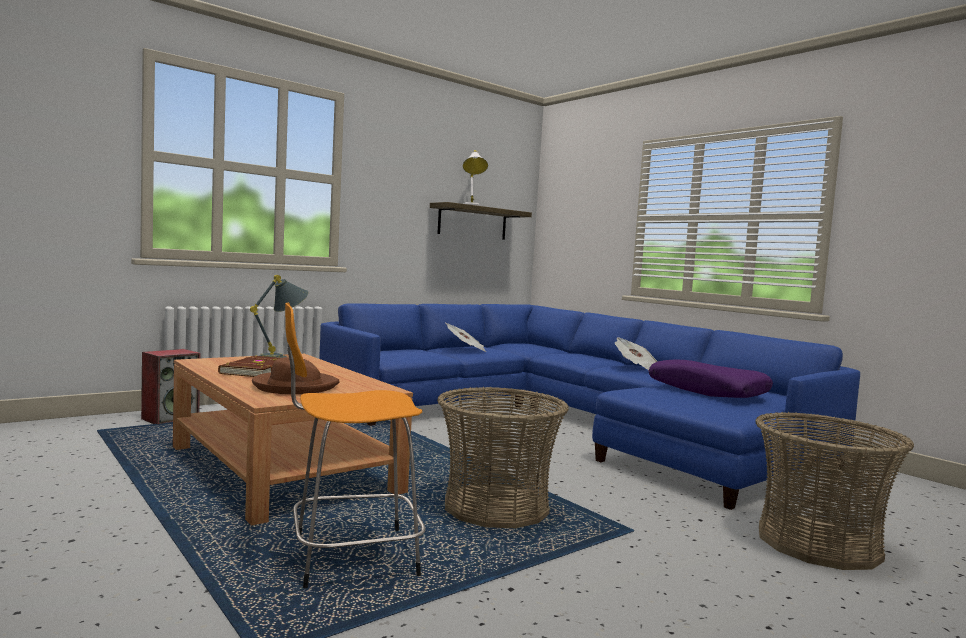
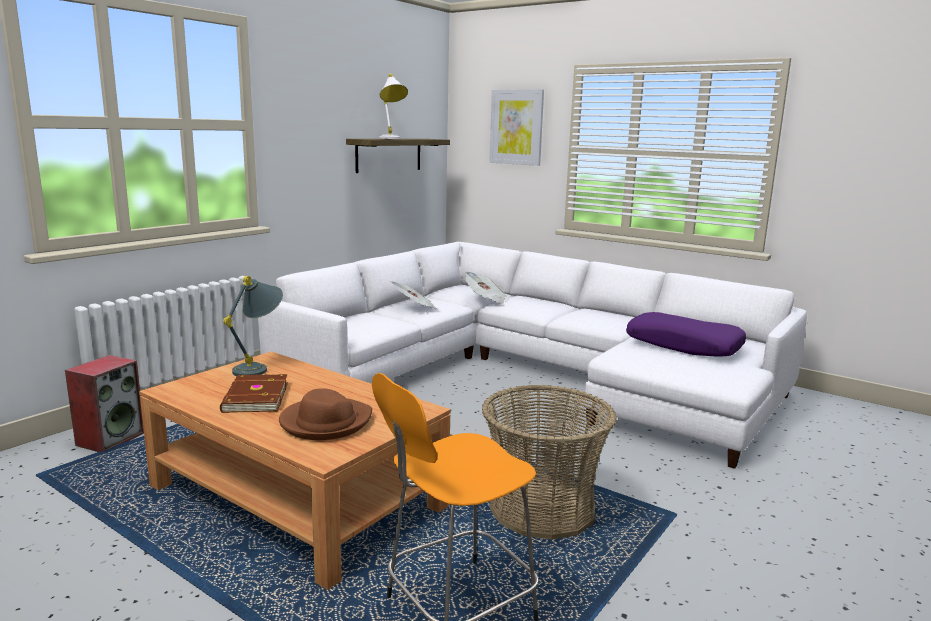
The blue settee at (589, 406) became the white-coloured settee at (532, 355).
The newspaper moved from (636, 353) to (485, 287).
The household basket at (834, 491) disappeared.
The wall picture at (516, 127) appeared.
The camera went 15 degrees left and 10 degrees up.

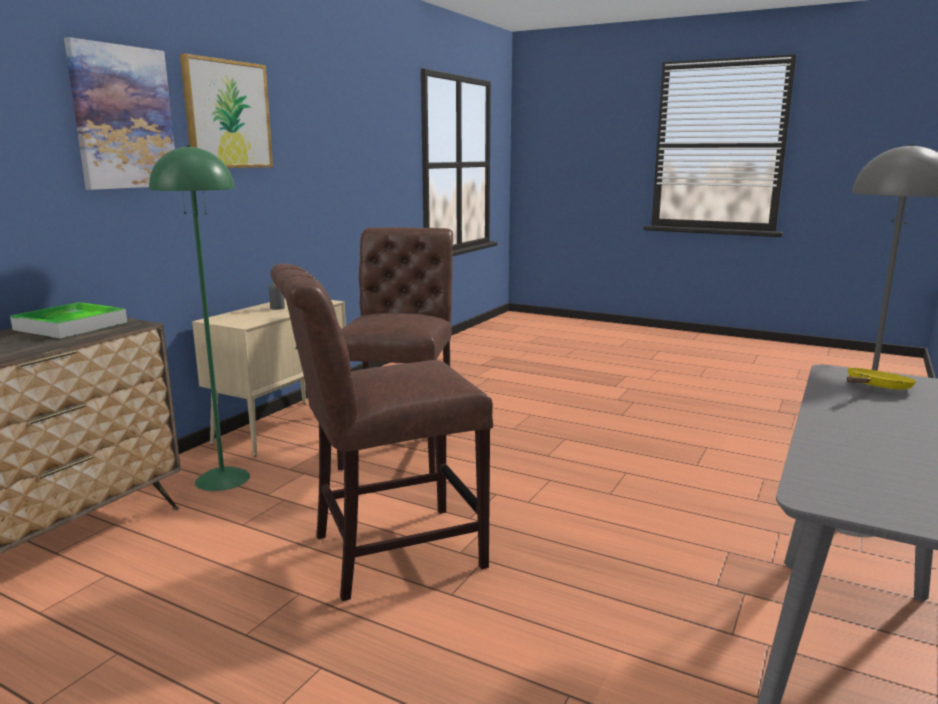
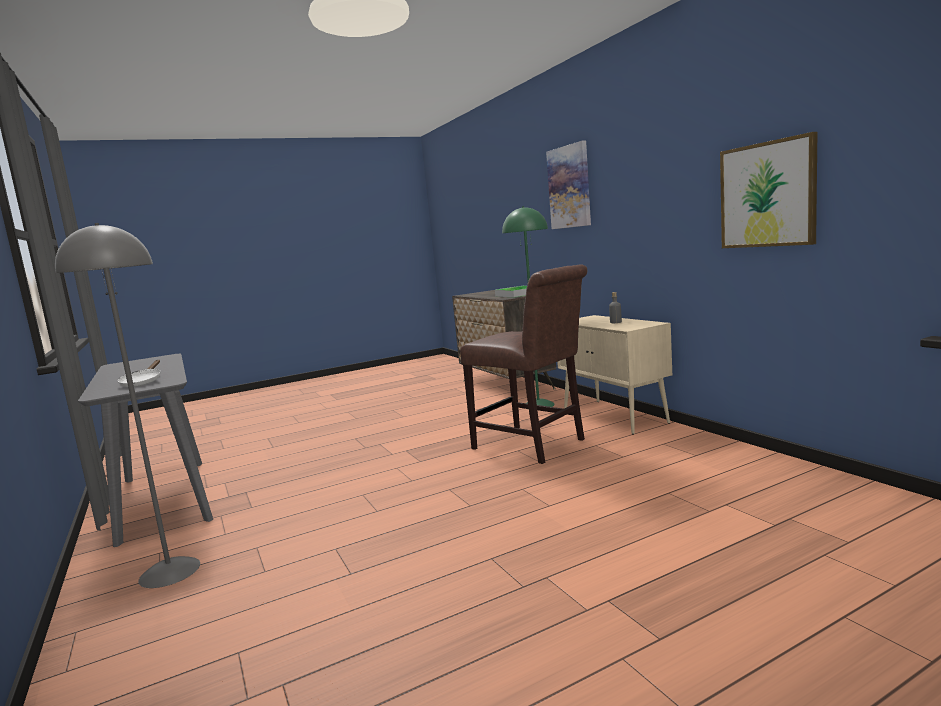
The wall picture moved from (226, 110) to (769, 190).
The brownish plain chair at (381, 432) disappeared.
The yellowish skillet at (881, 379) became the white-coloured skillet at (139, 373).
The camera went 125 degrees right and 5 degrees down.

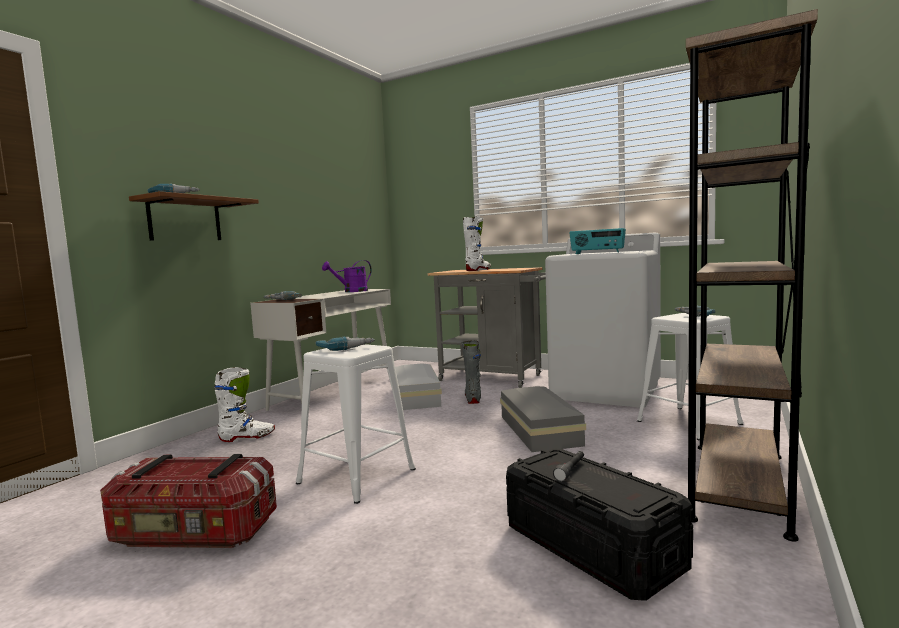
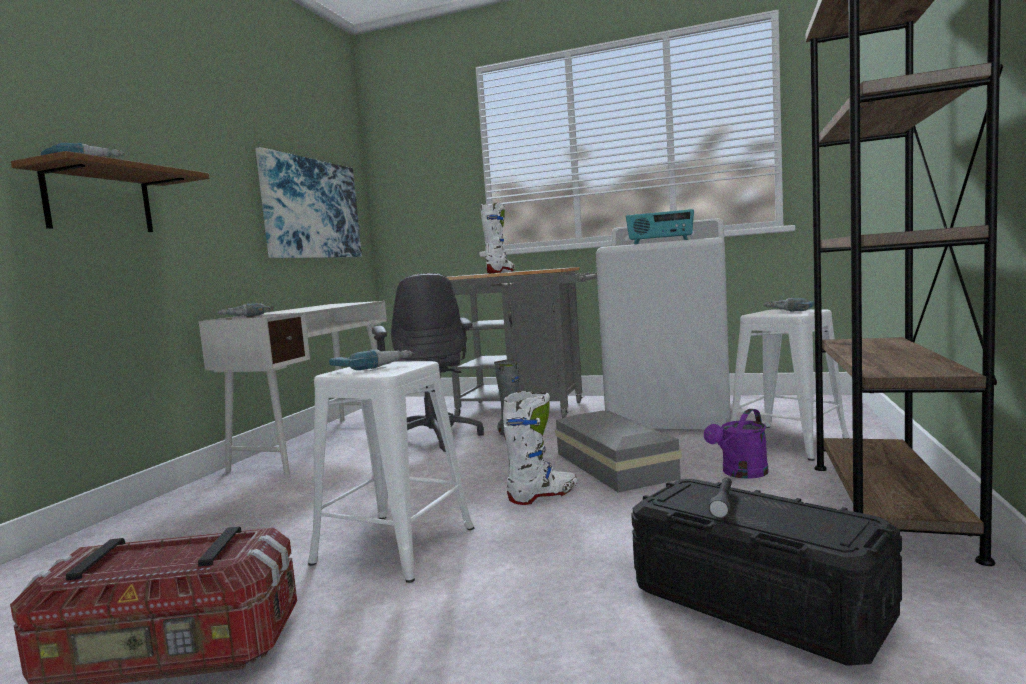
The purplish watering pot moved from (347, 276) to (736, 444).
The white-coloured storage box at (418, 386) was replaced by the greyish office chair at (428, 362).
The white-coloured high-top boot moved from (244, 404) to (540, 448).
The wall picture at (308, 202) appeared.
The camera went 10 degrees left and 0 degrees up.

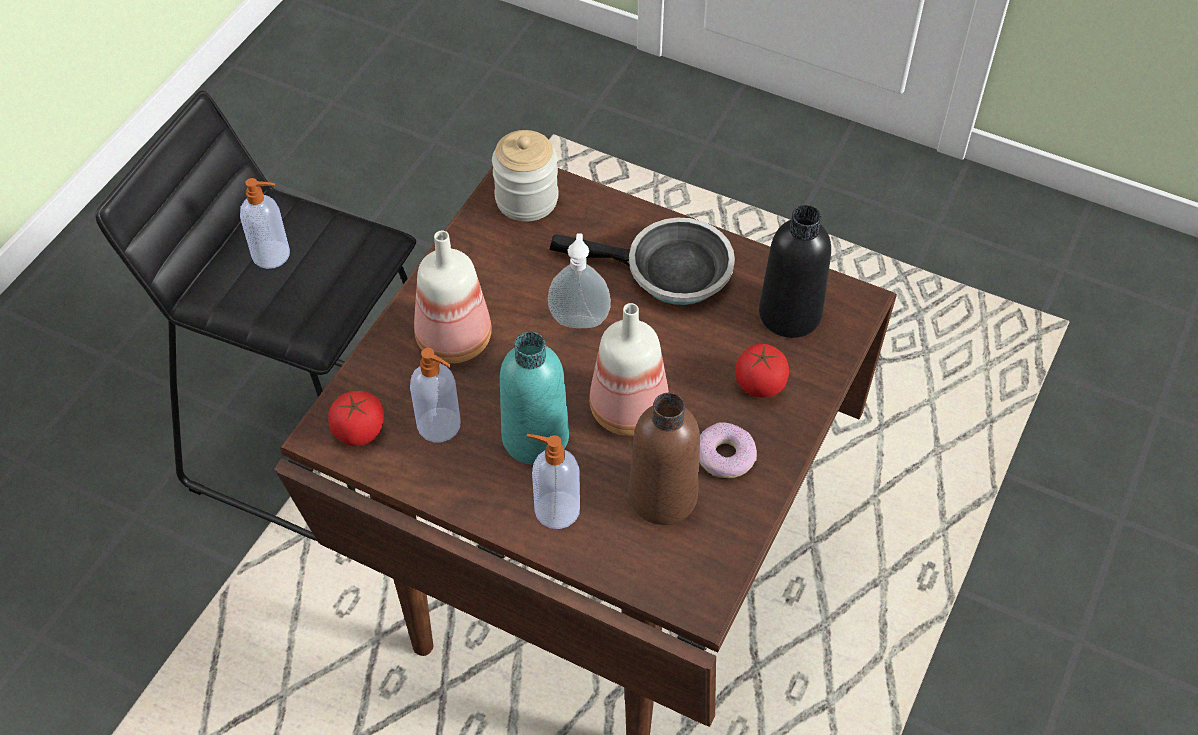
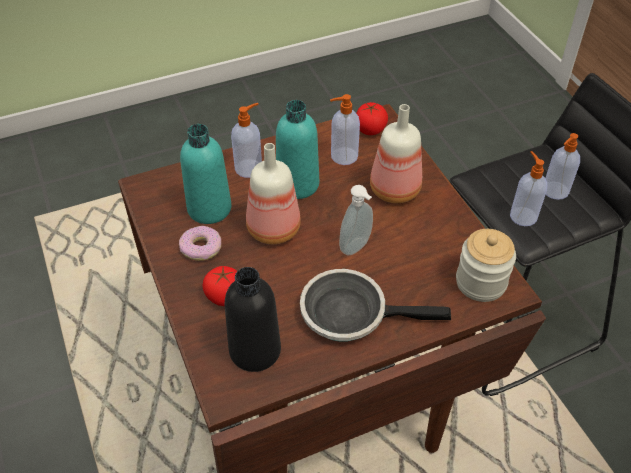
The skillet at (642, 261) turned 45 degrees clockwise.
The brownish beverage bottle at (664, 459) became the turquoise-coloured beverage bottle at (205, 174).
The liquid soap bottle at (528, 188) appeared.
The camera went 130 degrees right and 5 degrees down.

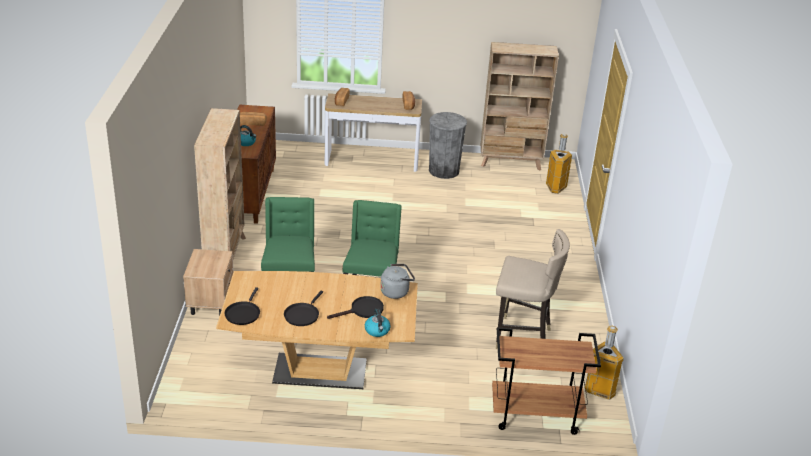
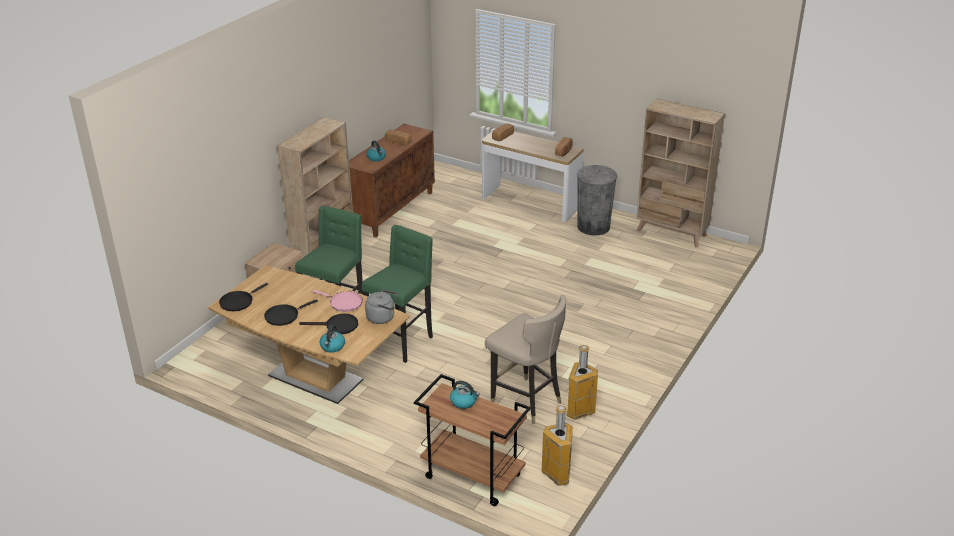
The waste bin moved from (559, 164) to (582, 382).
The pink-coloured skillet at (337, 301) appeared.
The kettle at (465, 395) appeared.
The camera went 30 degrees right and 0 degrees up.

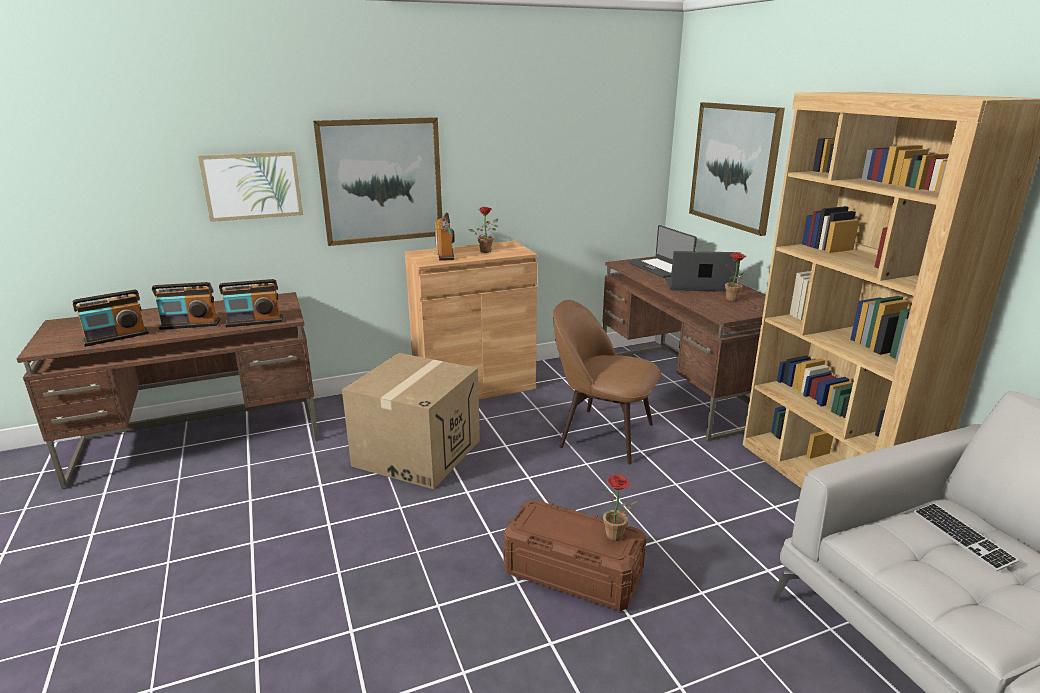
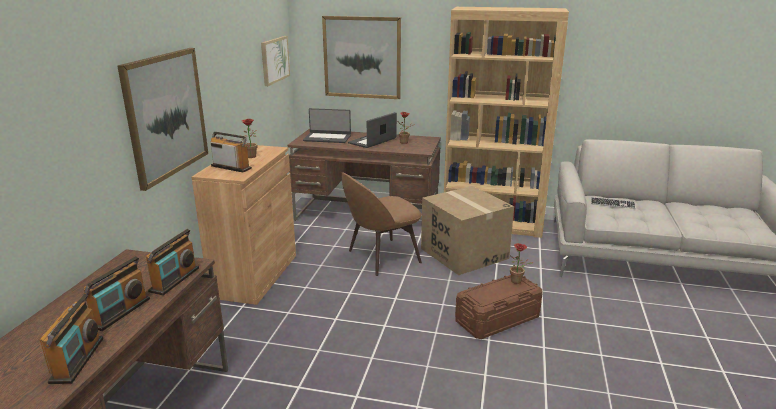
The wall picture moved from (250, 186) to (275, 61).
The carton moved from (411, 421) to (467, 230).
The camera went 55 degrees left and 0 degrees up.

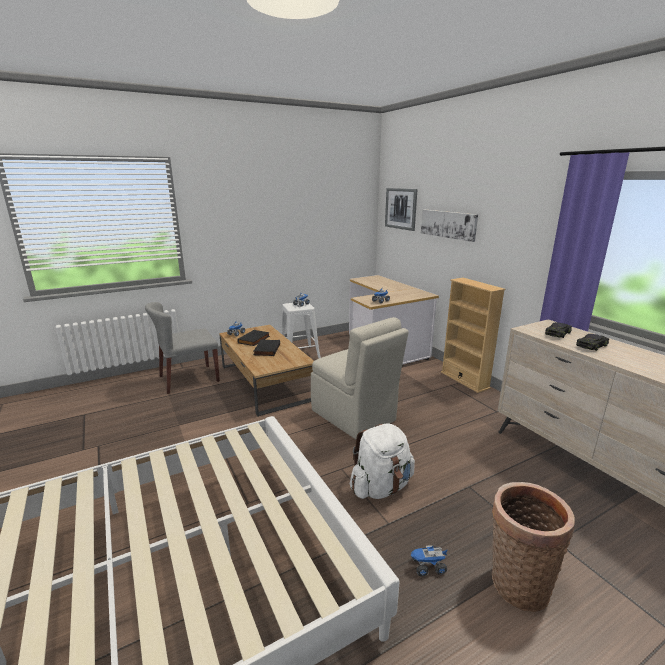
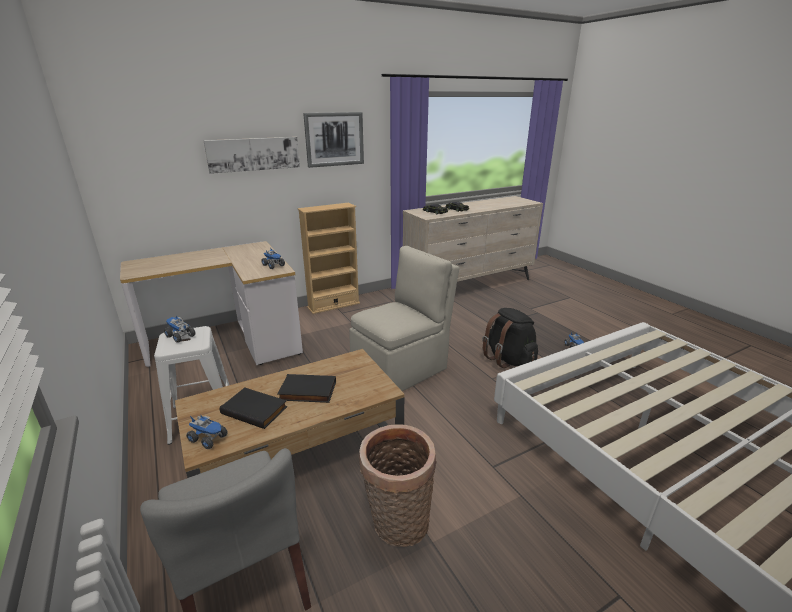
The wall picture moved from (401, 209) to (333, 140).
The white-coloured rucksack at (382, 461) became the blackish rucksack at (510, 338).
The household basket moved from (533, 547) to (398, 485).
The camera went 90 degrees left and 5 degrees up.

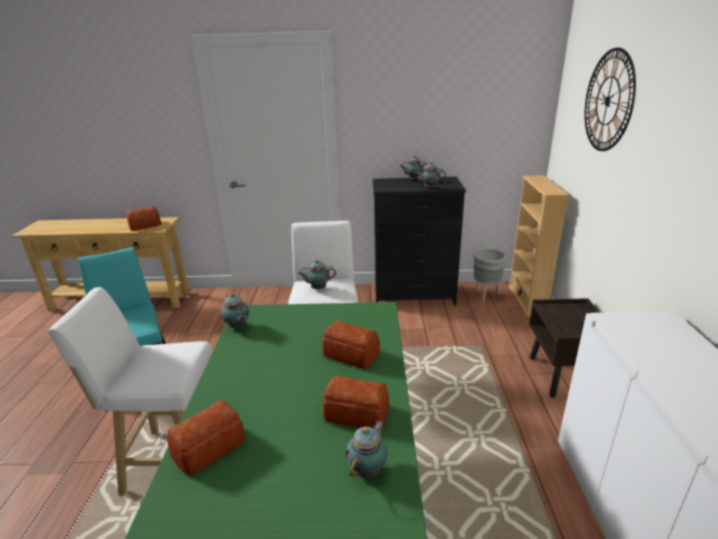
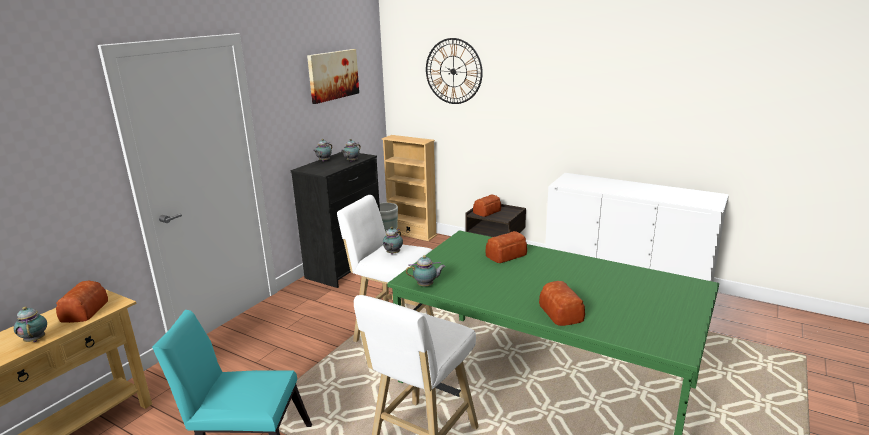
The bread moved from (356, 403) to (487, 206).
The pot for tea moved from (366, 449) to (30, 324).
The wall picture at (333, 76) appeared.
The camera went 60 degrees left and 5 degrees down.

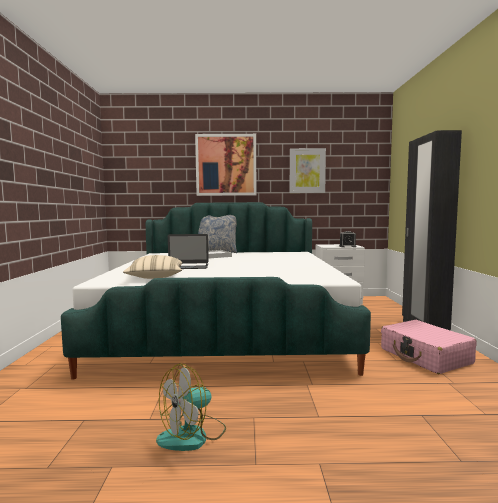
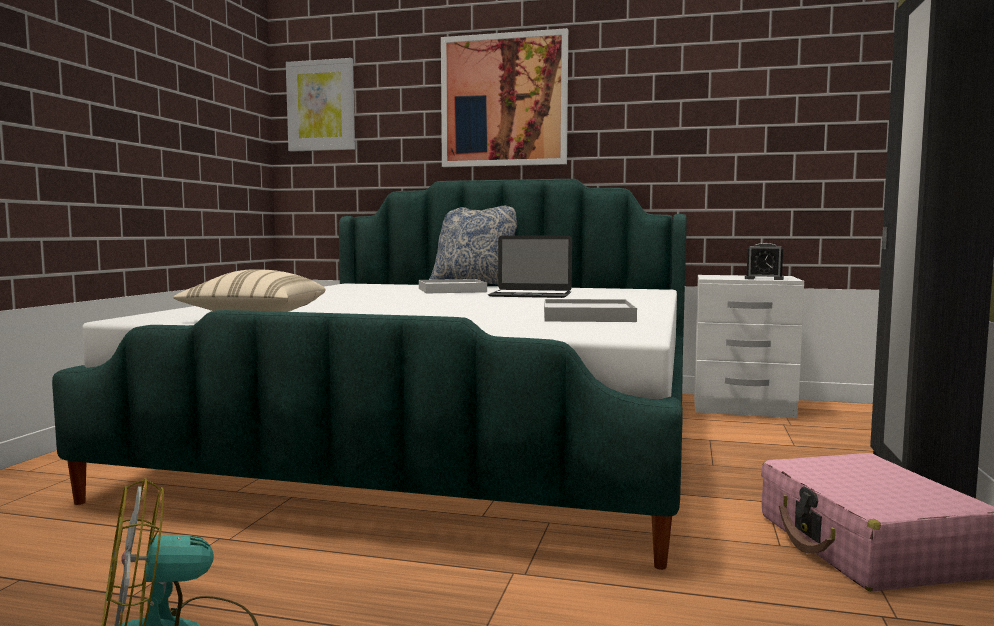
The wall picture moved from (308, 170) to (320, 105).
The portable computer moved from (188, 251) to (530, 266).
The white-coloured serving tray at (590, 310) appeared.
The camera went 15 degrees right and 0 degrees up.

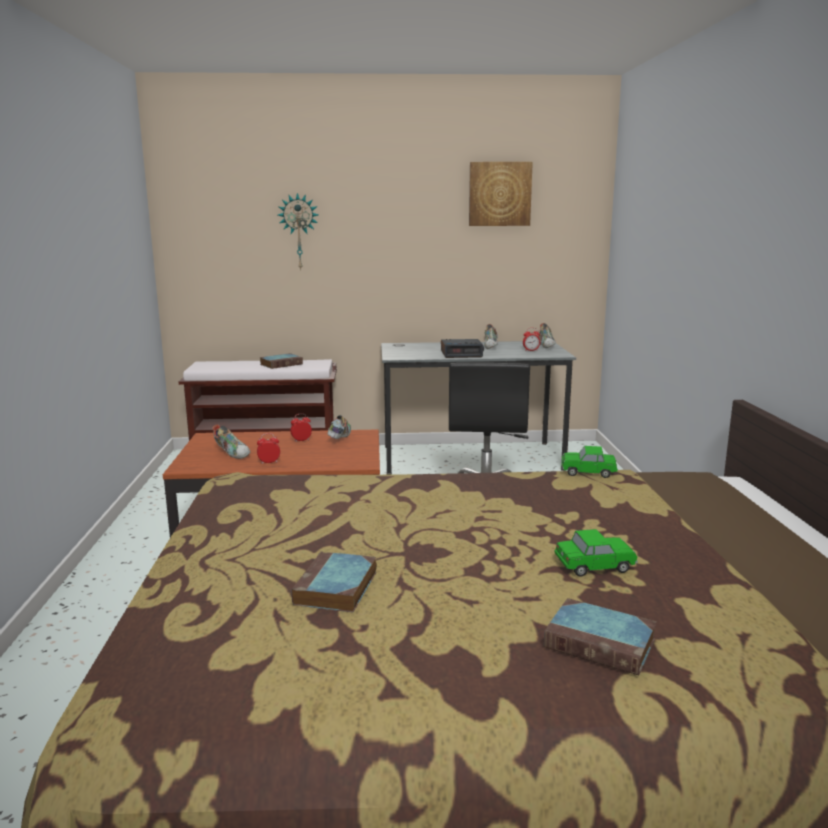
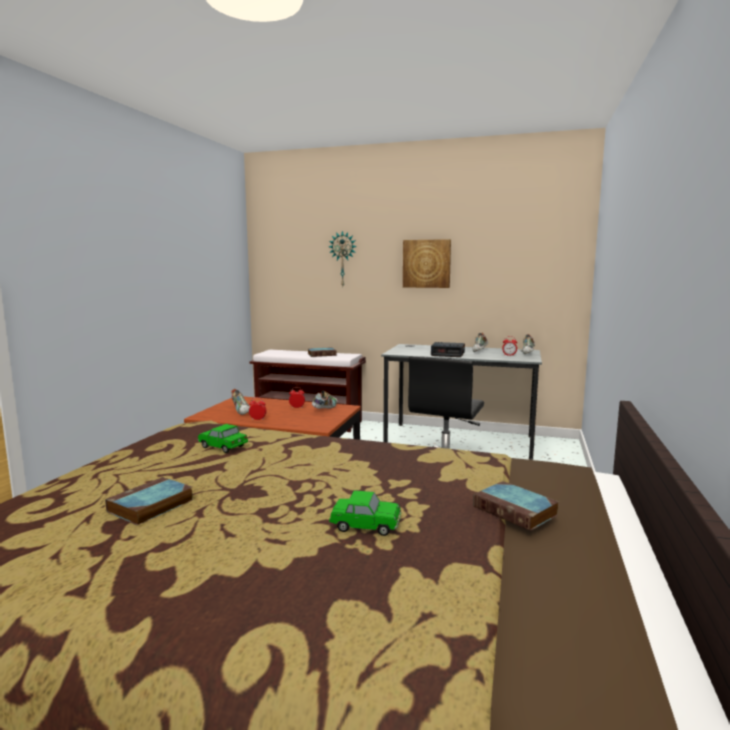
The wall picture moved from (501, 194) to (427, 263).
The model car moved from (589, 462) to (223, 438).
The volume moved from (600, 636) to (516, 506).
The camera went 20 degrees right and 5 degrees down.

